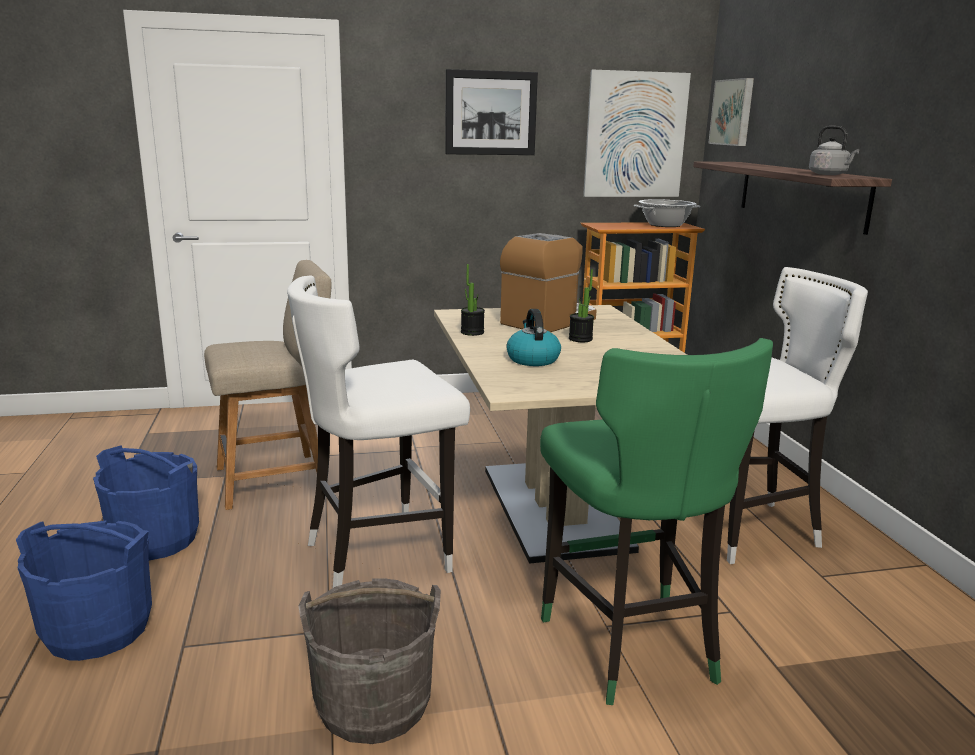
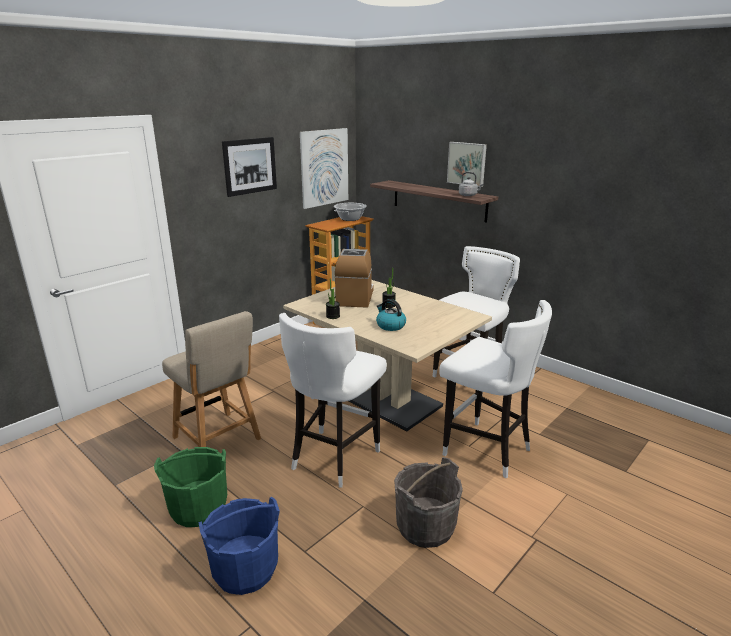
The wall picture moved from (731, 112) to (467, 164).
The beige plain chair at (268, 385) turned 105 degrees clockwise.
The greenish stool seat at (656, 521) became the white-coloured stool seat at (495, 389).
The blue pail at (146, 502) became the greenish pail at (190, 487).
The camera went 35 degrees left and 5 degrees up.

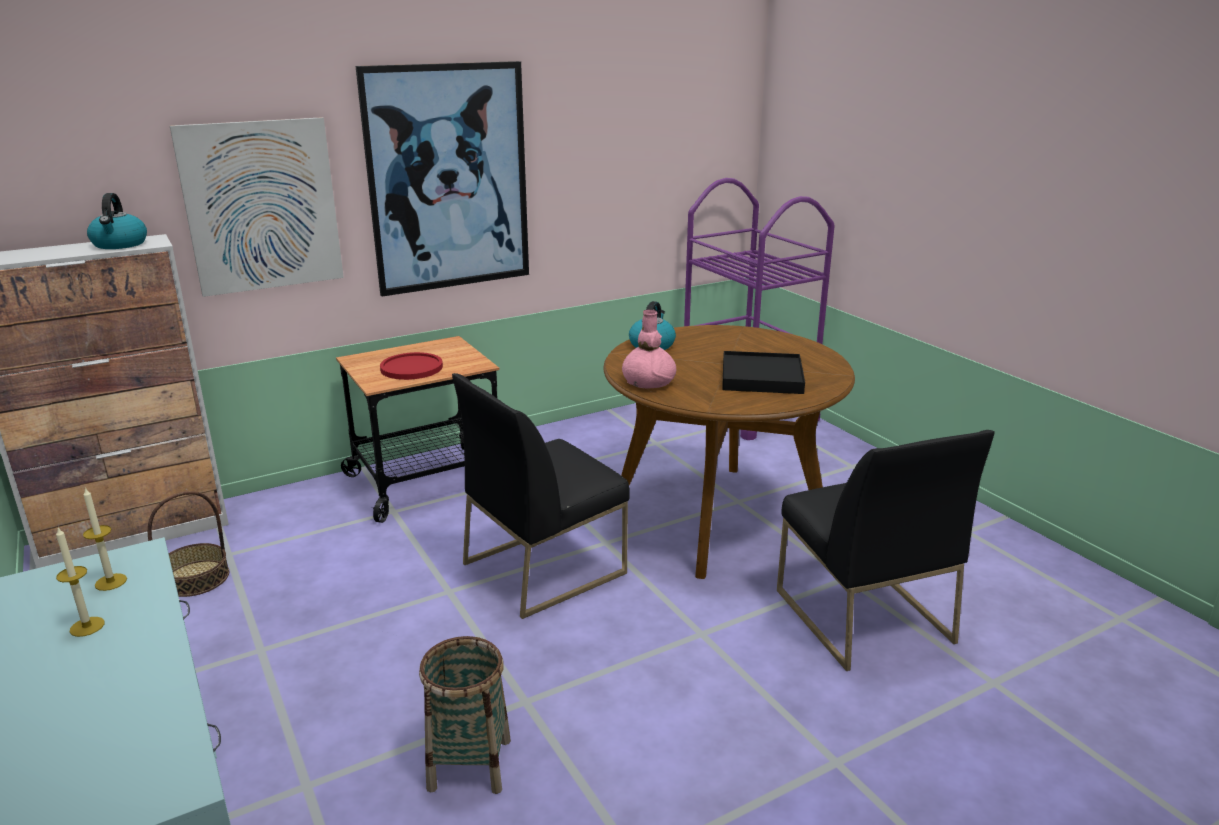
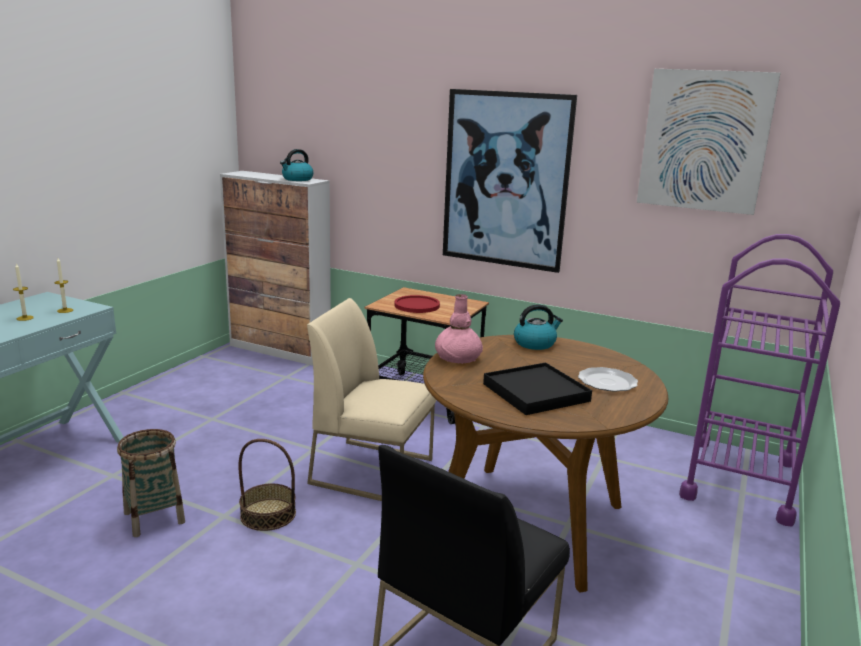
The wall picture moved from (257, 207) to (709, 142).
The blackish plain chair at (541, 496) became the beige plain chair at (371, 399).
The household basket moved from (188, 544) to (267, 485).
The plate at (608, 379) appeared.
The camera went 55 degrees right and 5 degrees down.

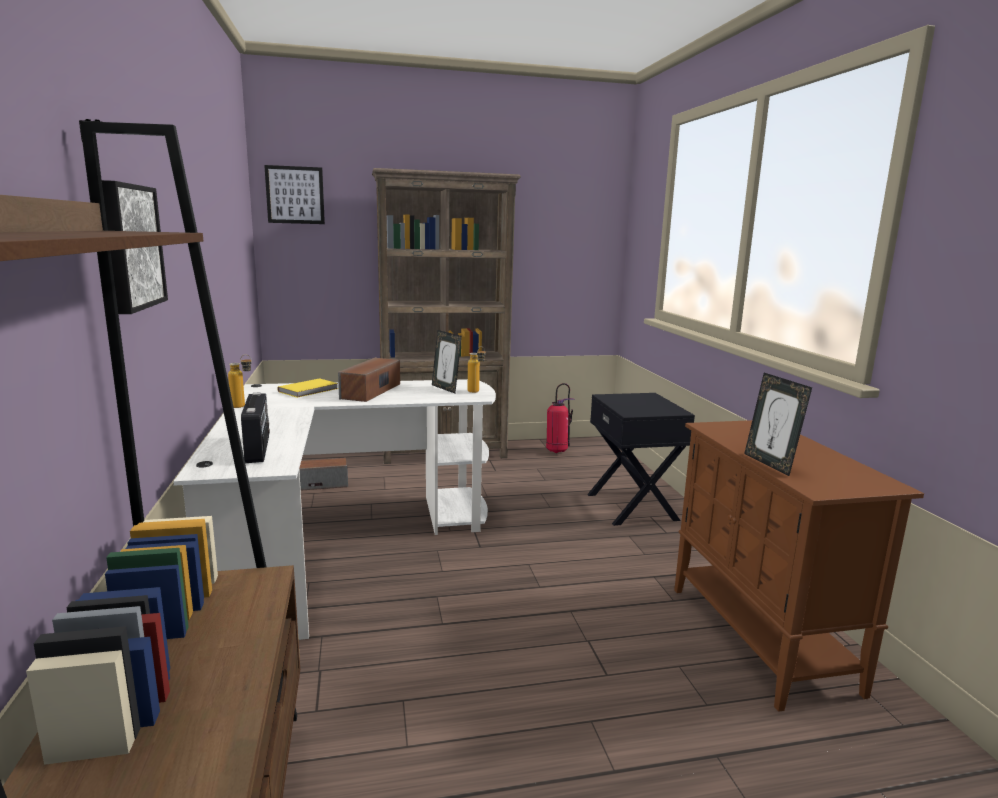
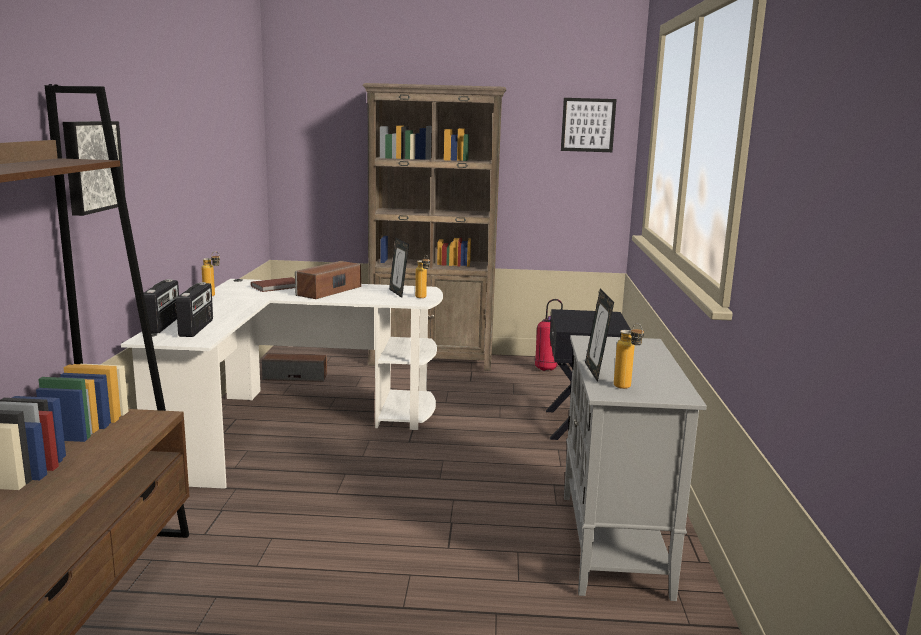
The wall picture moved from (294, 194) to (589, 125).
The yellowish volume at (308, 388) became the brownish volume at (273, 284).
The brownish cabinet at (799, 566) became the greyish cabinet at (635, 468).
The radio set at (161, 306) appeared.
The beverage bottle at (629, 356) appeared.
The camera went 15 degrees right and 0 degrees up.

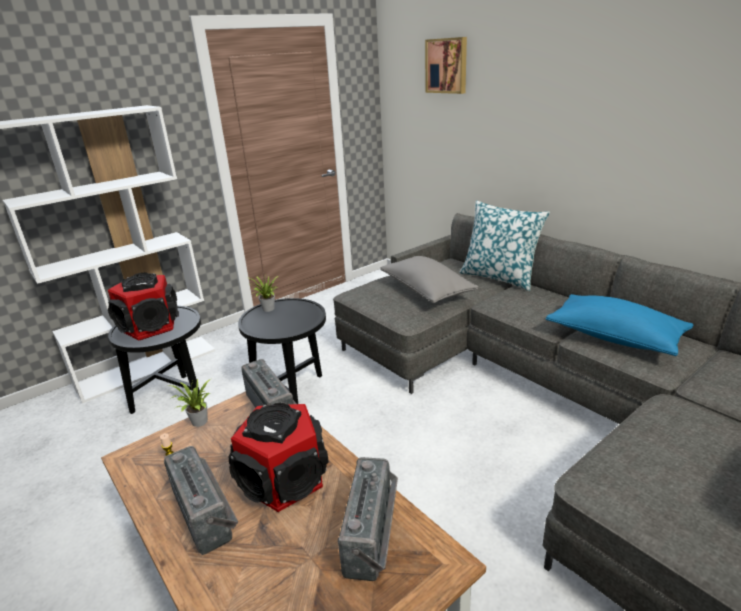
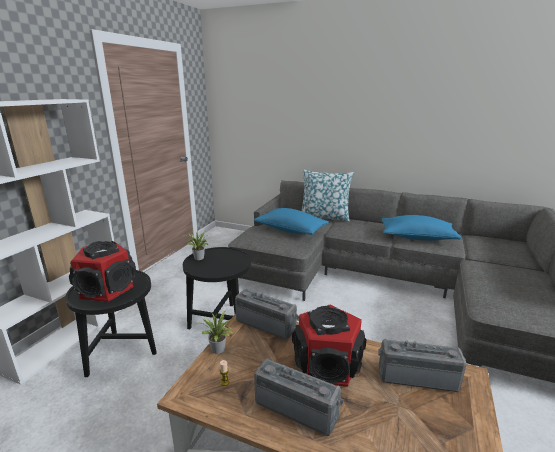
The wall picture at (446, 65) disappeared.
The greyish throw pillow at (429, 279) became the blue throw pillow at (291, 221).
The radio set at (368, 519) turned 60 degrees counterclockwise.
The camera went 30 degrees left and 5 degrees down.

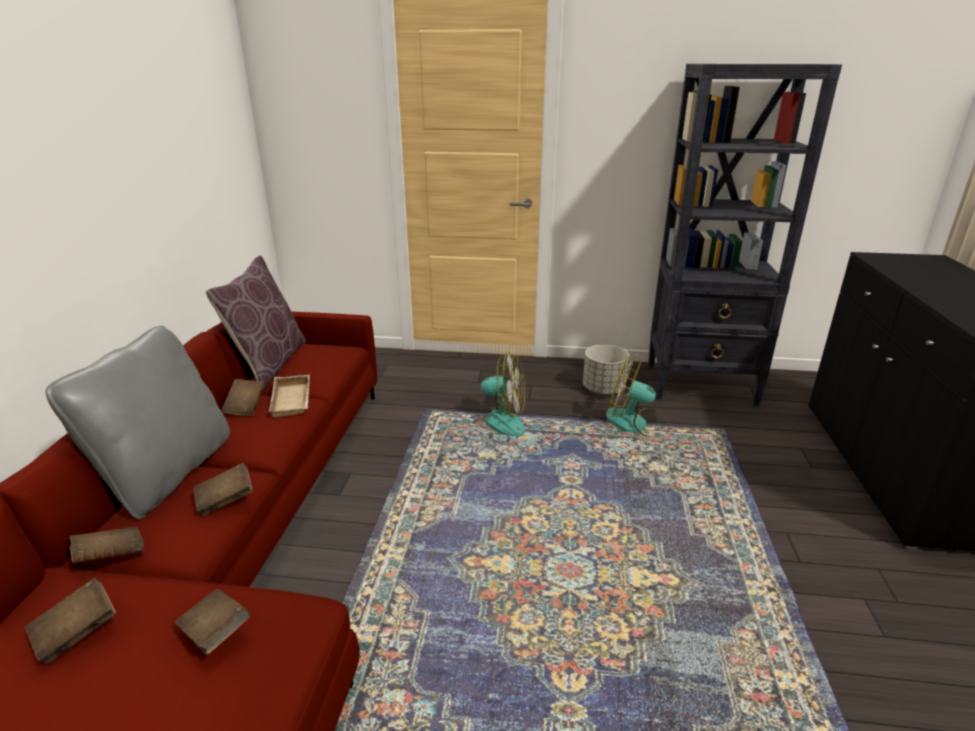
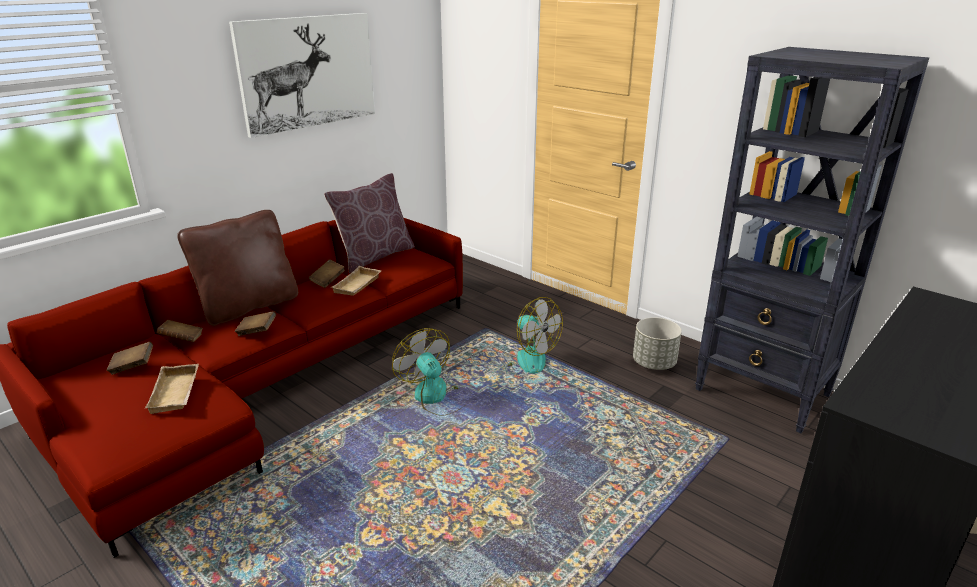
The greyish throw pillow at (138, 422) became the brownish throw pillow at (237, 268).
The fan moved from (638, 396) to (428, 372).
The brownish volume at (213, 622) was replaced by the beige serving tray at (172, 389).
The wall picture at (302, 75) appeared.
The camera went 35 degrees right and 0 degrees up.

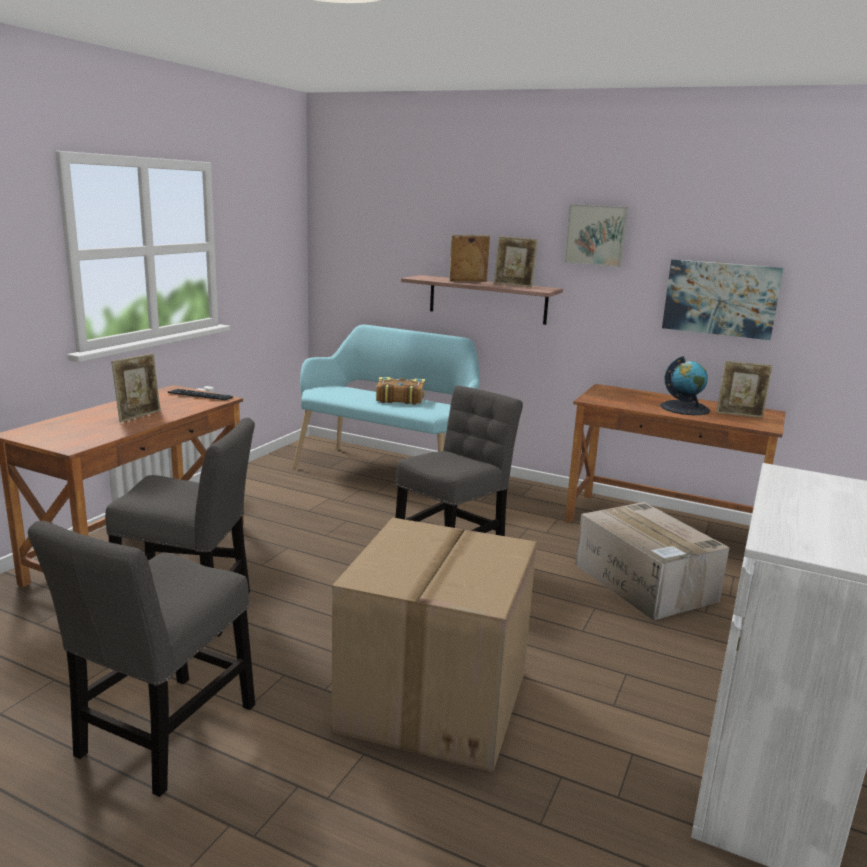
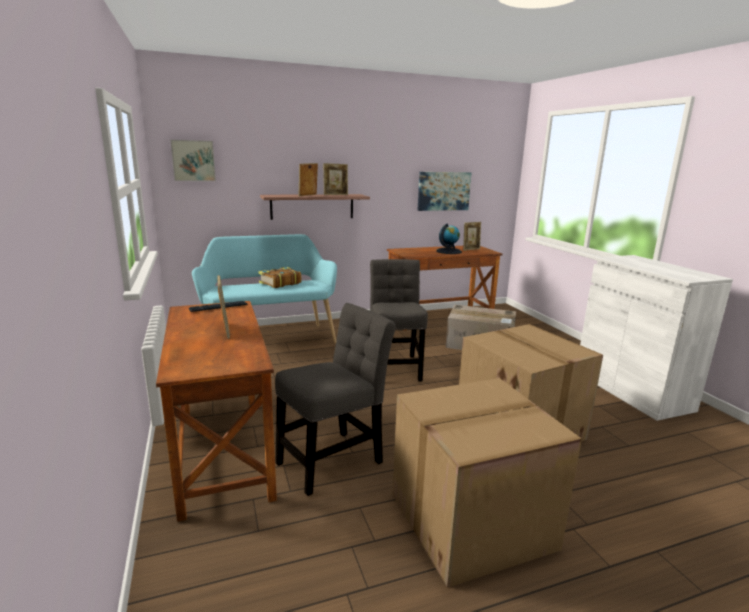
The wall picture moved from (596, 235) to (193, 160).
The greyish plain chair at (141, 659) was replaced by the carton at (487, 483).
The camera went 45 degrees left and 0 degrees up.

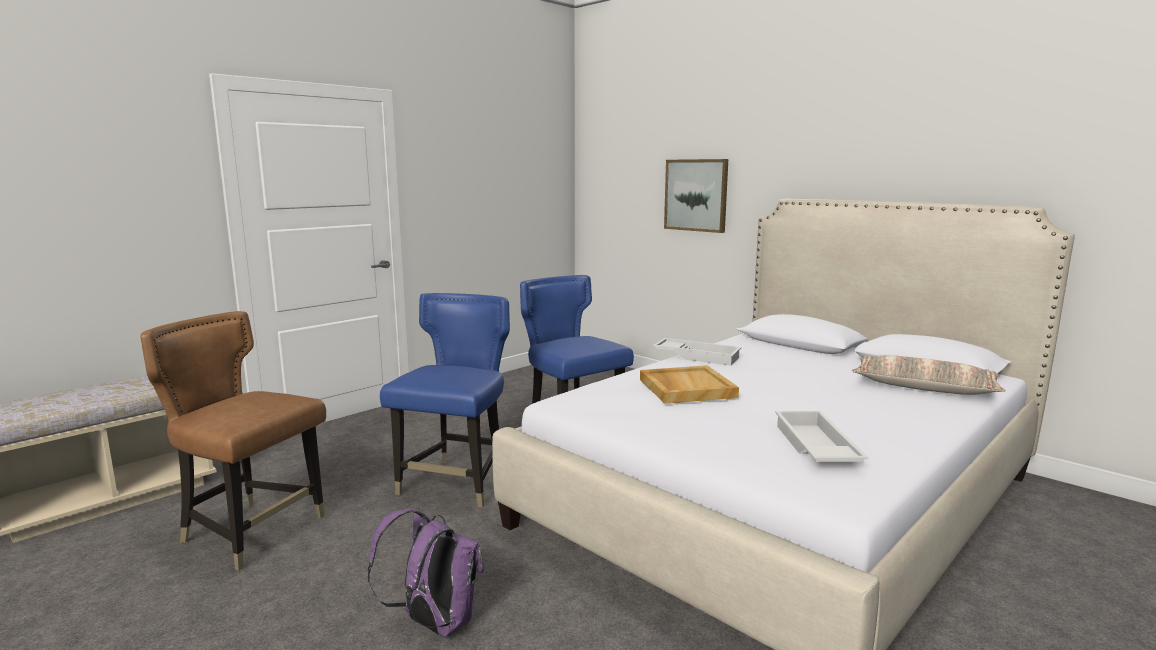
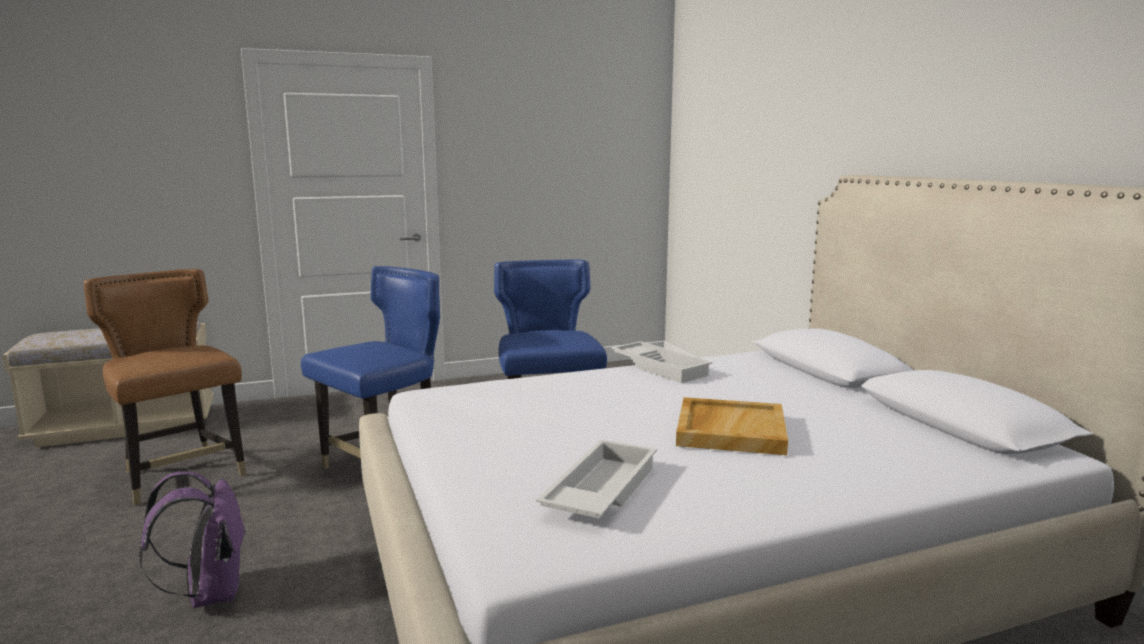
The wall picture at (696, 196) disappeared.
The throw pillow at (929, 375) disappeared.
The beige serving tray moved from (689, 384) to (732, 426).
The camera went 25 degrees right and 0 degrees up.

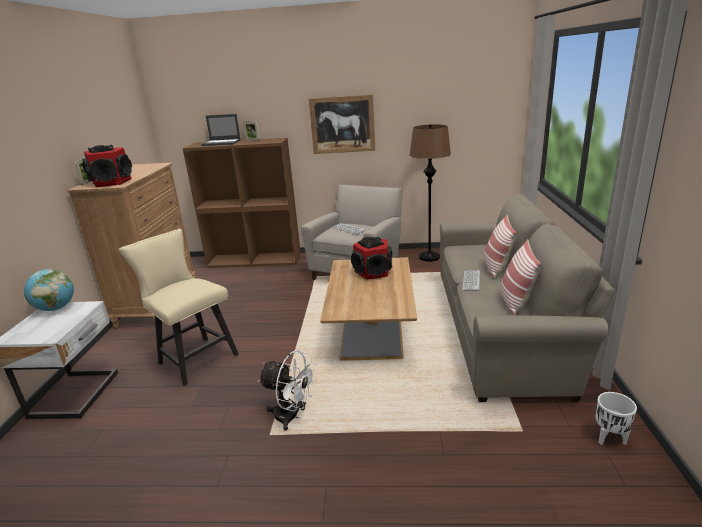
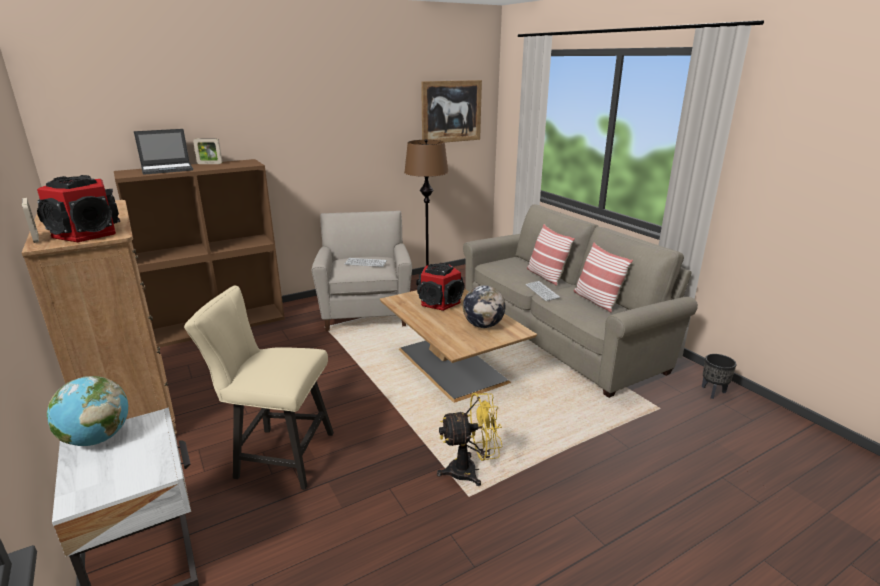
The wall picture moved from (342, 124) to (451, 111).
The white-coloured fan at (287, 390) became the yellowish fan at (469, 439).
The white-coloured plant pot at (616, 418) became the blackish plant pot at (719, 376).
The globe at (484, 306) appeared.
The camera went 35 degrees left and 0 degrees up.

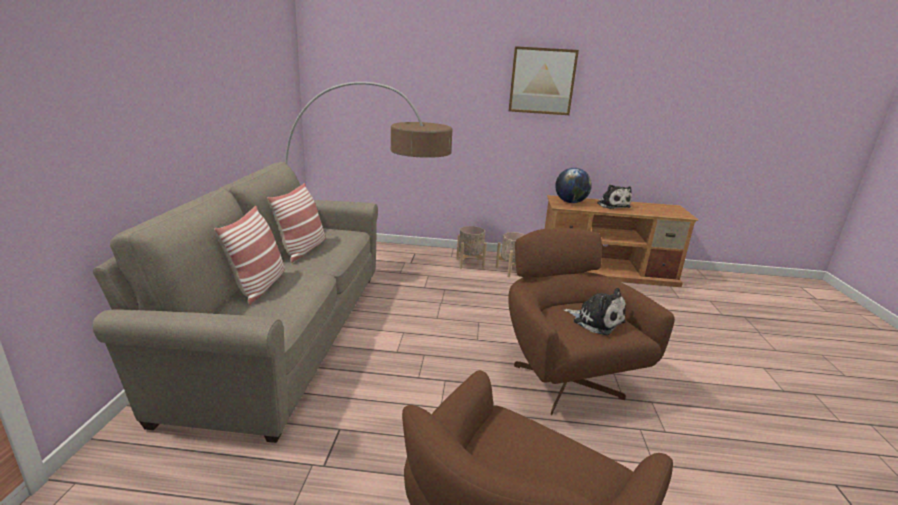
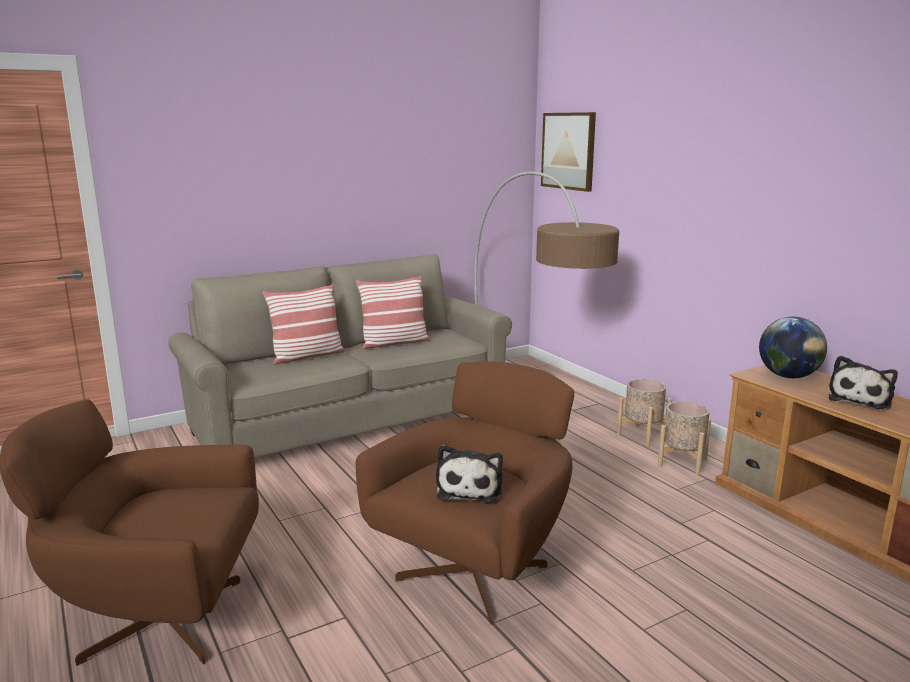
The wall picture moved from (544, 80) to (568, 152).
The camera went 55 degrees right and 5 degrees down.

